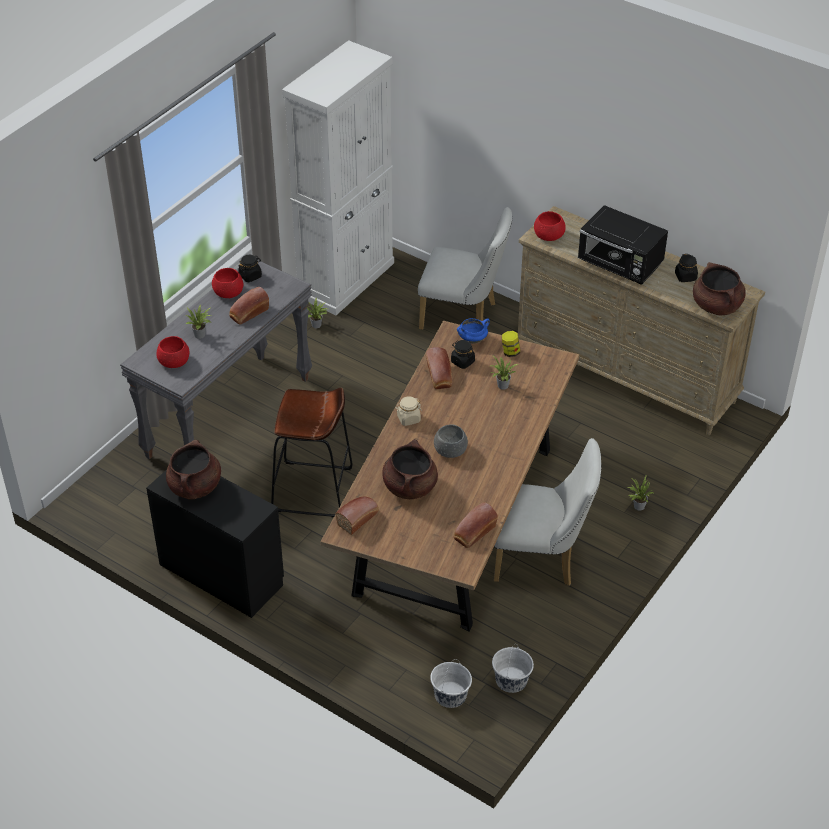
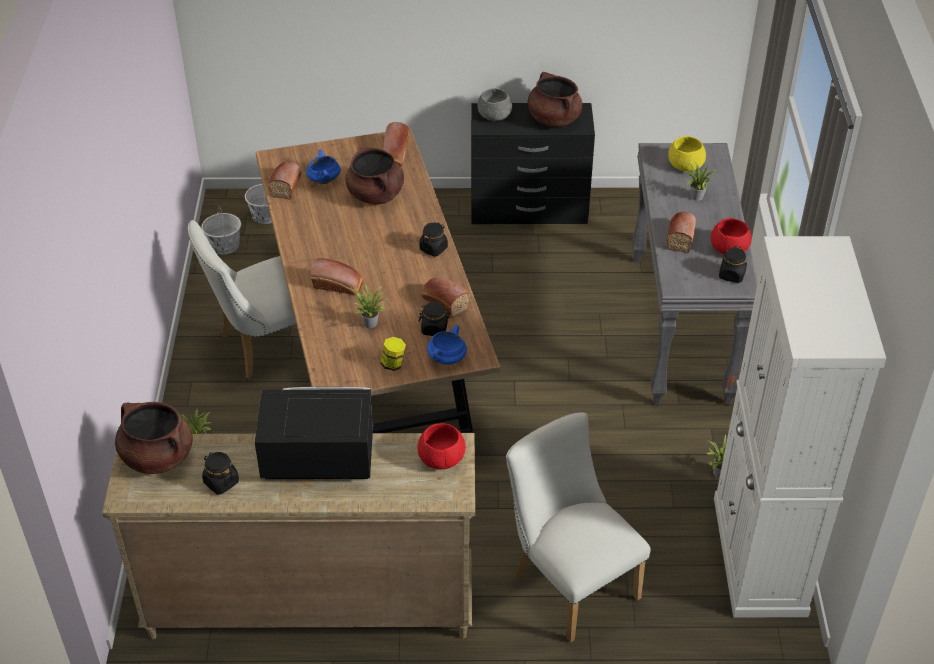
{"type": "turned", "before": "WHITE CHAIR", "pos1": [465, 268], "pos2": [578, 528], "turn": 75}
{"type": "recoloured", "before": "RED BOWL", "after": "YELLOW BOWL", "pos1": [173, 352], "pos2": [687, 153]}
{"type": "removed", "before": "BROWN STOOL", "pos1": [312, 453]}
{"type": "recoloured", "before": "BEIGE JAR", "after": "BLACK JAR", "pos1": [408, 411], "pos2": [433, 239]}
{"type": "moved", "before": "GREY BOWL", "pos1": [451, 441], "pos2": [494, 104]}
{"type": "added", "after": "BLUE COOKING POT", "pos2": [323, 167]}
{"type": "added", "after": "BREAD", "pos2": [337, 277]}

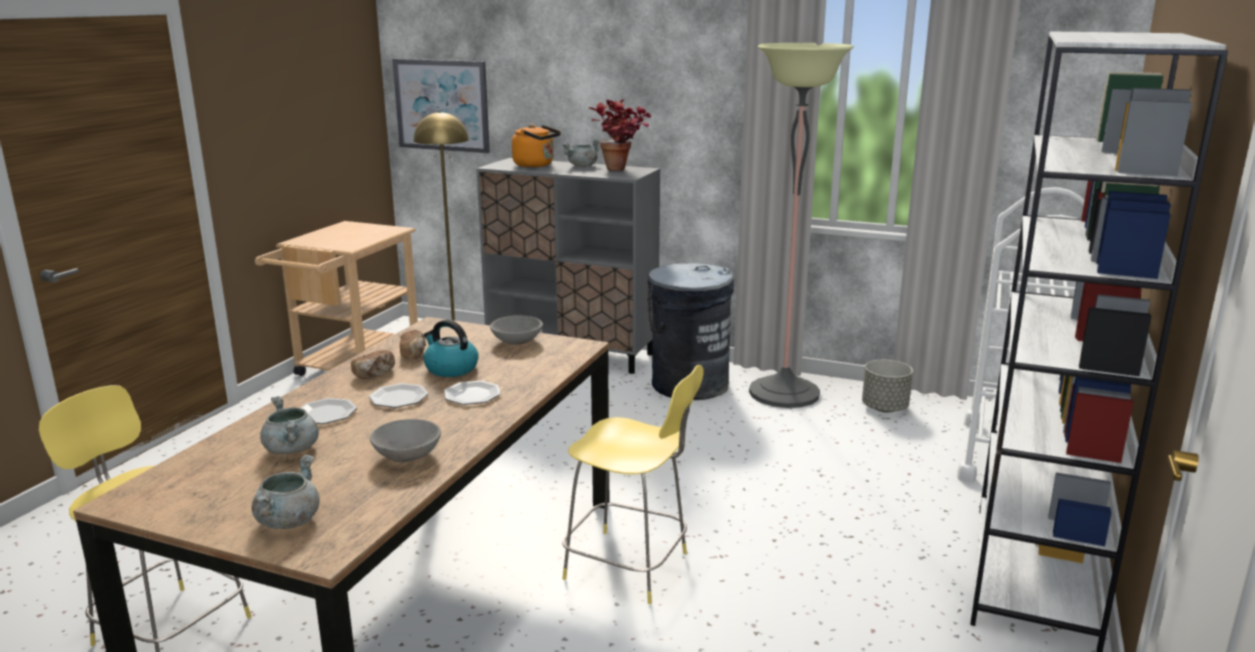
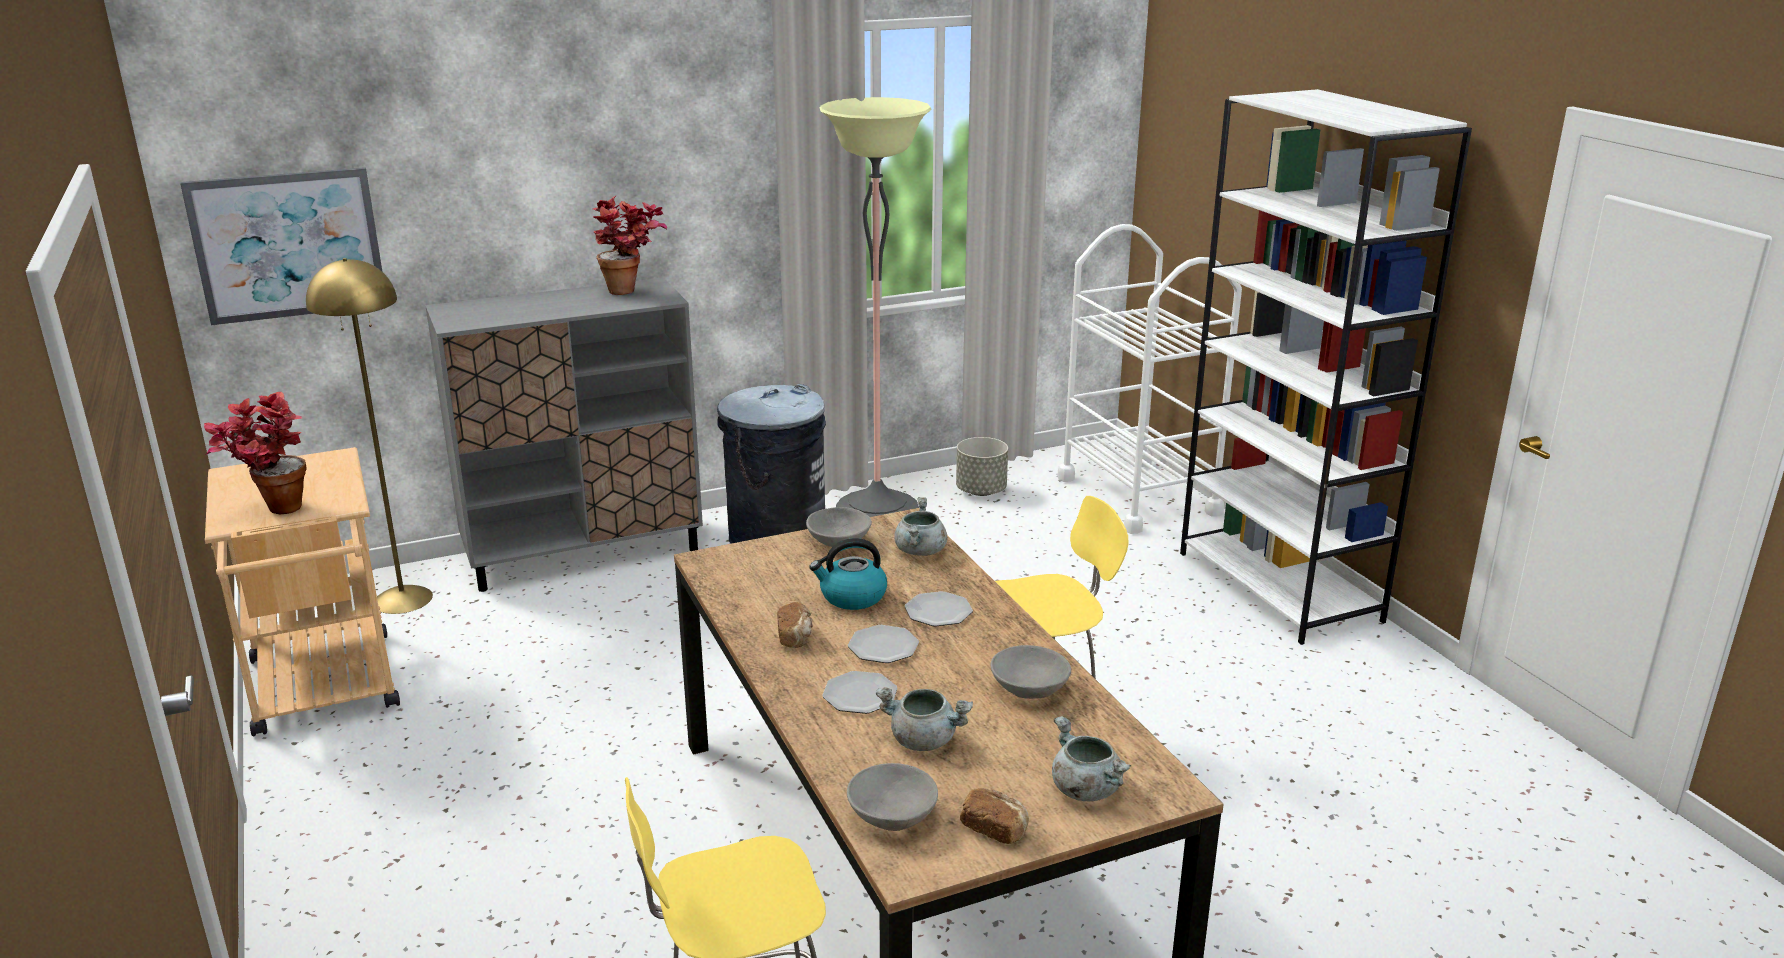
{"type": "removed", "before": "ORANGE KETTLE", "pos1": [536, 146]}
{"type": "moved", "before": "GREY COOKING POT", "pos1": [581, 153], "pos2": [920, 526]}
{"type": "moved", "before": "BREAD", "pos1": [413, 344], "pos2": [994, 816]}
{"type": "added", "after": "POTTED PLANT", "pos2": [255, 453]}
{"type": "added", "after": "GREY BOWL", "pos2": [892, 797]}

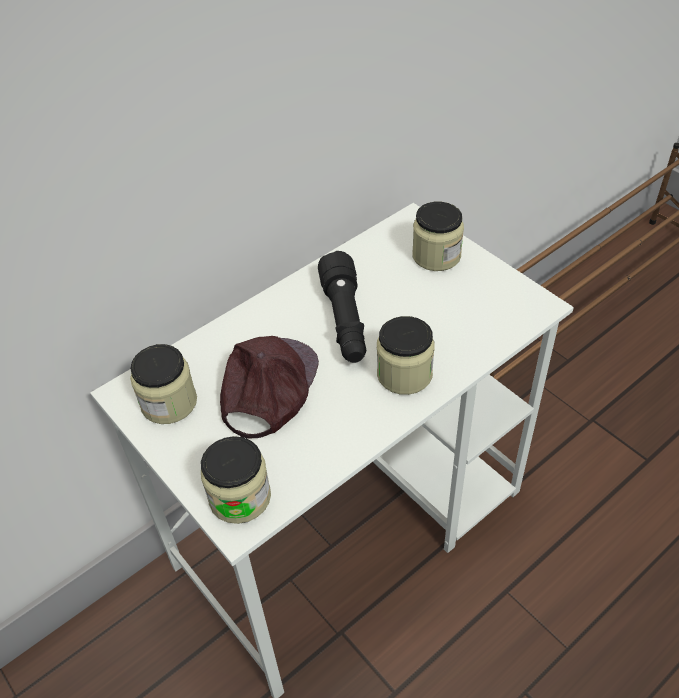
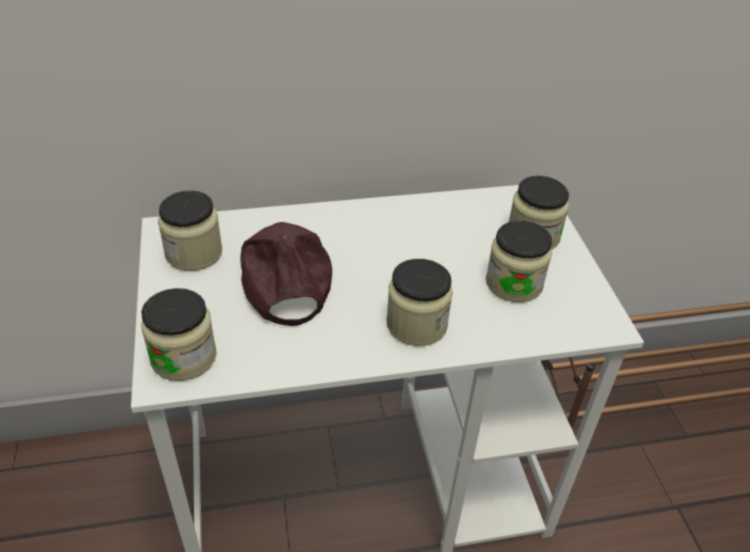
{"type": "removed", "before": "BLACK FLASHLIGHT", "pos1": [342, 307]}
{"type": "turned", "before": "BROWN CAP", "pos1": [269, 387], "pos2": [286, 274], "turn": -60}
{"type": "added", "after": "JAR", "pos2": [519, 261]}

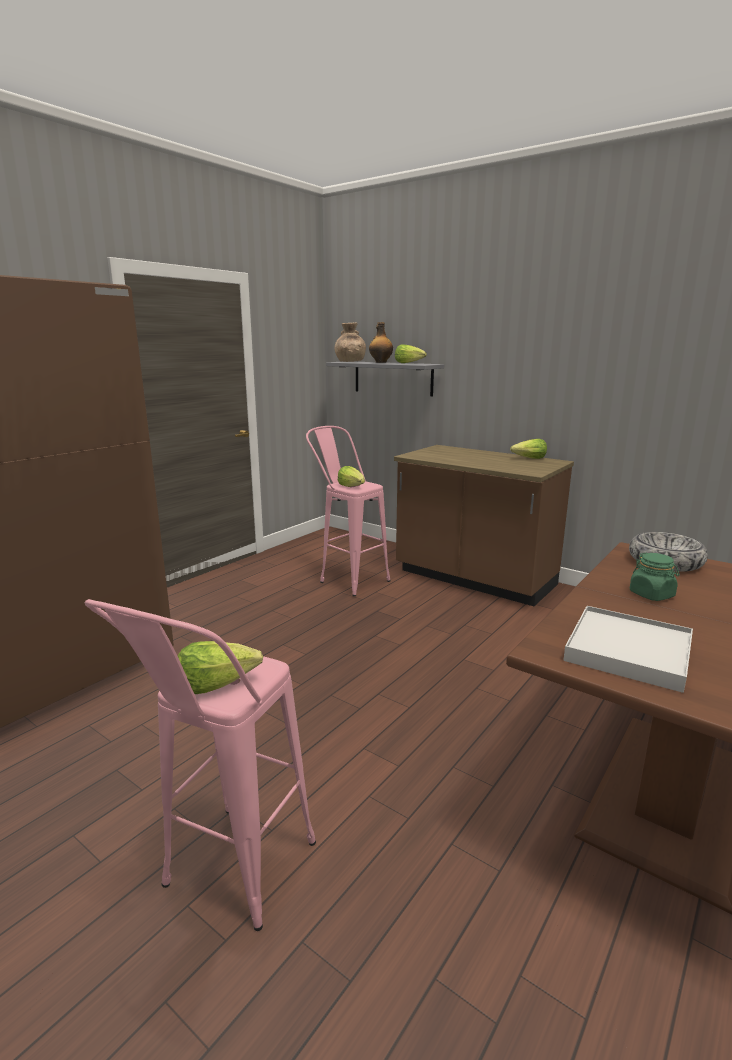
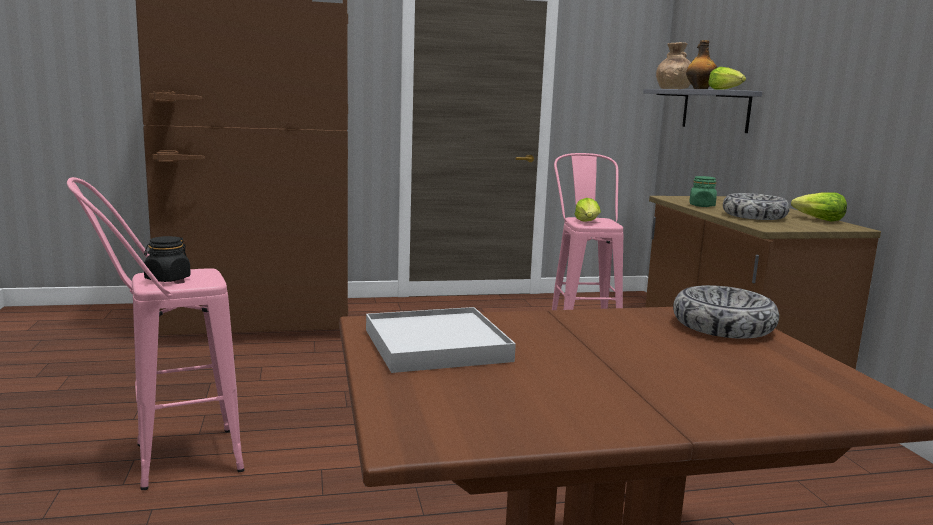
{"type": "moved", "before": "GREEN JAR", "pos1": [655, 576], "pos2": [703, 191]}
{"type": "replaced", "before": "LETTUCE", "after": "BLACK JAR", "pos1": [220, 667], "pos2": [167, 259]}
{"type": "added", "after": "BOWL", "pos2": [756, 206]}

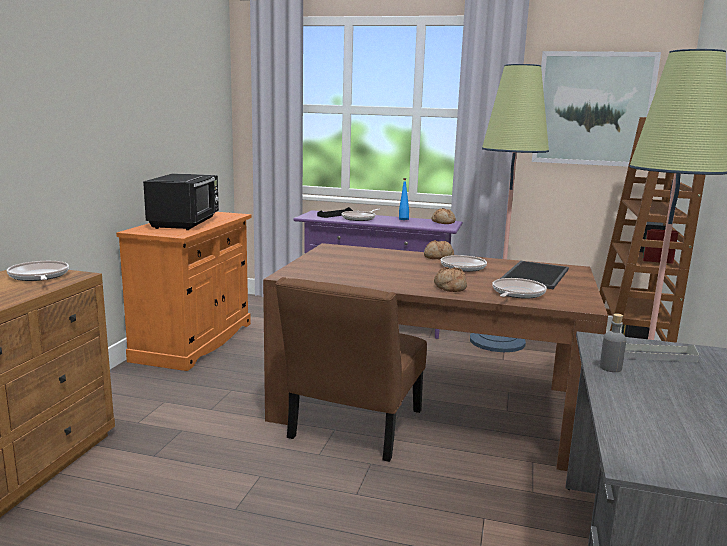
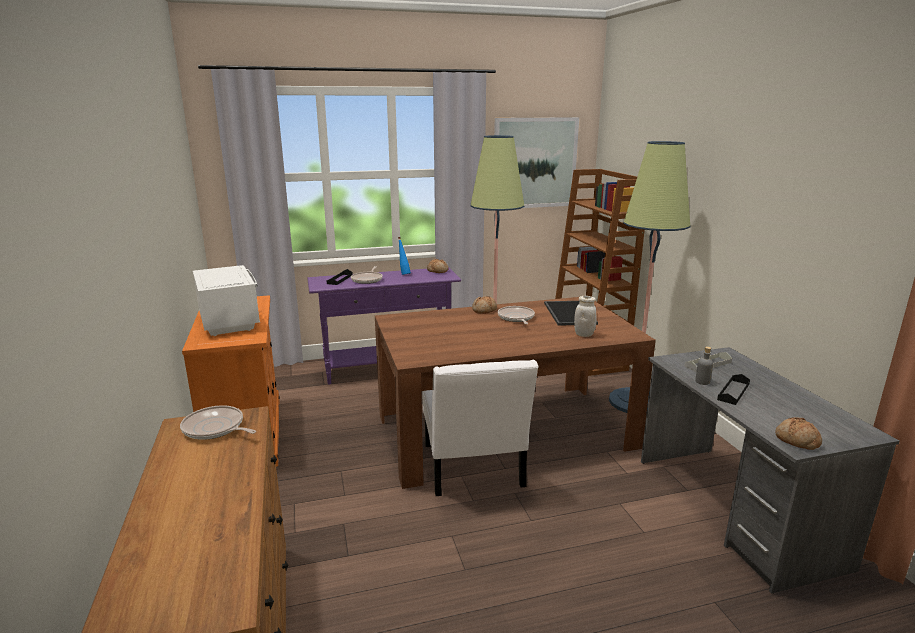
{"type": "recoloured", "before": "BLACK MICROWAVE", "after": "WHITE MICROWAVE", "pos1": [181, 201], "pos2": [226, 300]}
{"type": "moved", "before": "BREAD", "pos1": [450, 279], "pos2": [798, 433]}
{"type": "recoloured", "before": "BROWN CHAIR", "after": "WHITE CHAIR", "pos1": [351, 369], "pos2": [480, 428]}
{"type": "replaced", "before": "FRYING PAN", "after": "WHITE JAR", "pos1": [519, 288], "pos2": [585, 316]}
{"type": "added", "after": "BLACK TRAY", "pos2": [733, 389]}

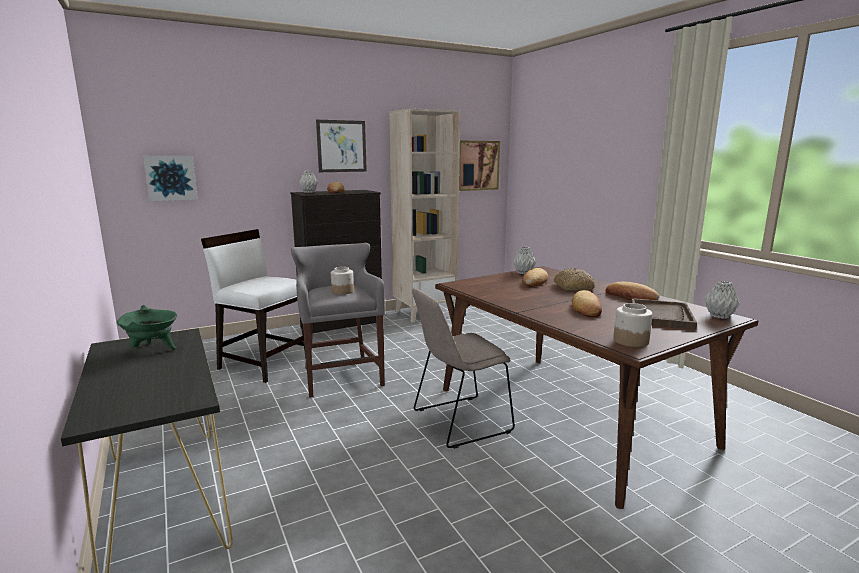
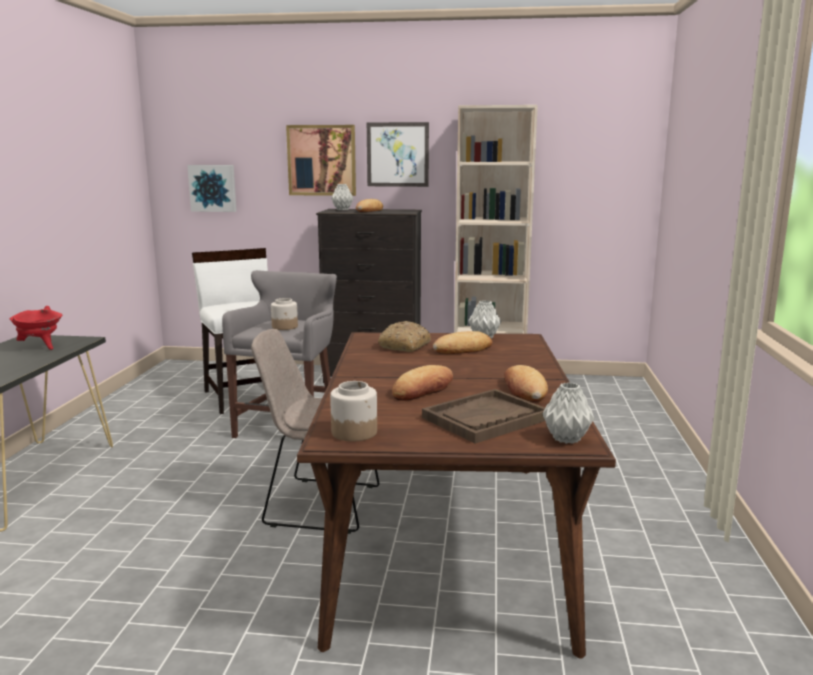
{"type": "moved", "before": "PICTURE", "pos1": [479, 166], "pos2": [321, 160]}
{"type": "moved", "before": "BREAD", "pos1": [574, 279], "pos2": [404, 336]}
{"type": "recoloured", "before": "GREEN COOKING POT", "after": "RED COOKING POT", "pos1": [147, 327], "pos2": [35, 328]}

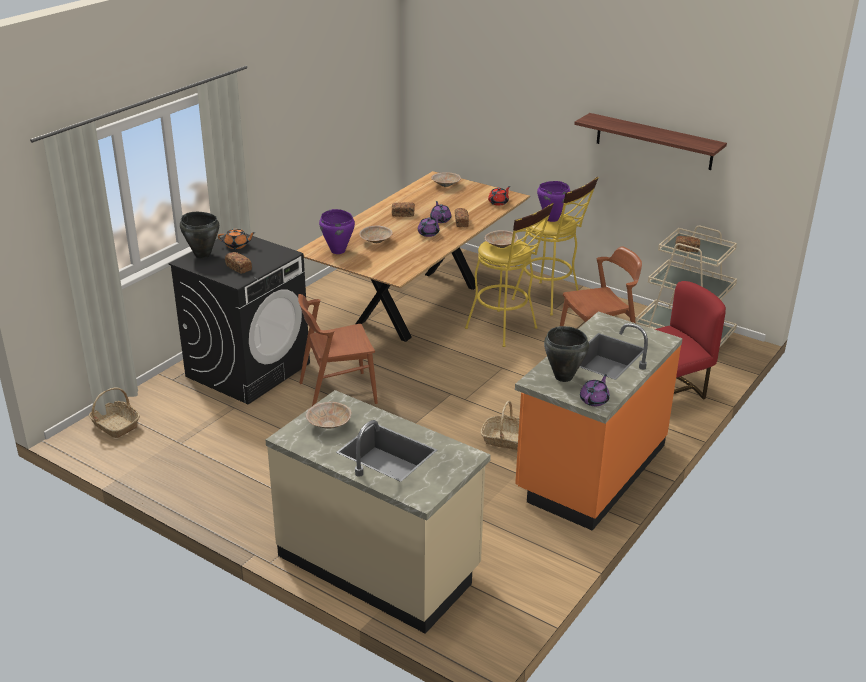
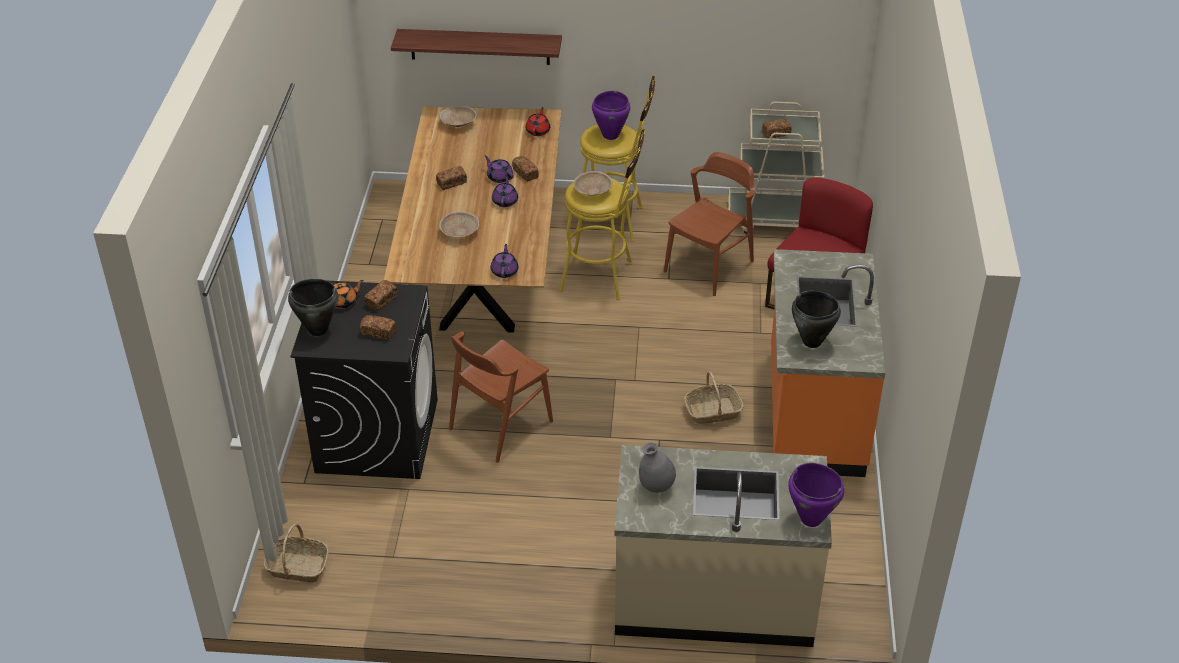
{"type": "moved", "before": "SHELF", "pos1": [650, 141], "pos2": [476, 47]}
{"type": "moved", "before": "PURPLE COOKING POT", "pos1": [337, 231], "pos2": [816, 495]}
{"type": "moved", "before": "PURPLE TEAPOT", "pos1": [595, 390], "pos2": [504, 261]}
{"type": "replaced", "before": "BEIGE BOWL", "after": "GREY VASE", "pos1": [328, 415], "pos2": [657, 468]}
{"type": "added", "after": "BREAD", "pos2": [380, 296]}

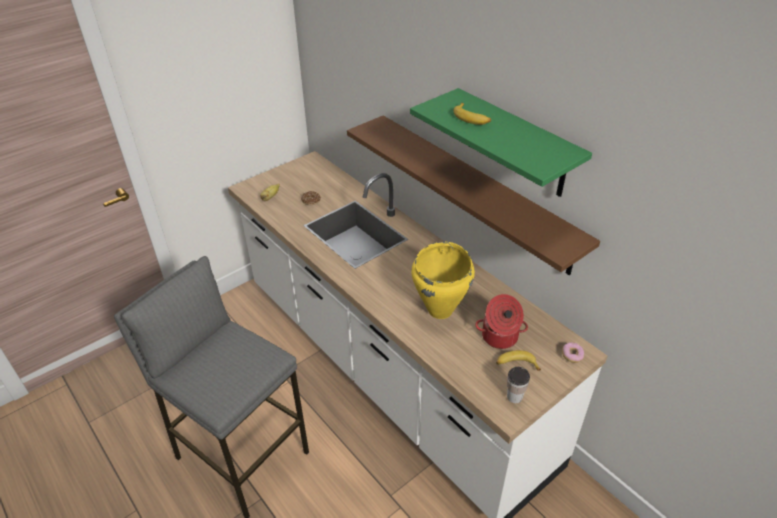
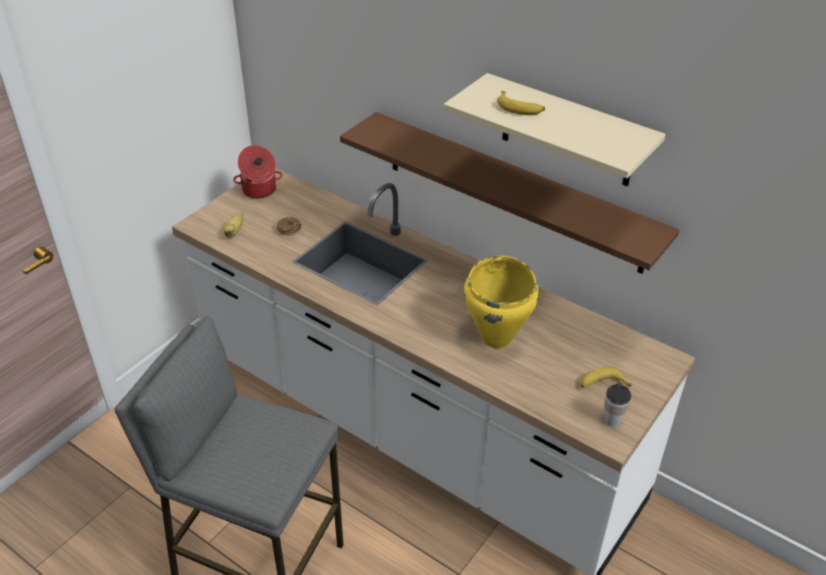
{"type": "recoloured", "before": "GREEN SHELF", "after": "BEIGE SHELF", "pos1": [501, 142], "pos2": [554, 129]}
{"type": "moved", "before": "COOKING POT", "pos1": [501, 321], "pos2": [258, 172]}
{"type": "removed", "before": "DONUT", "pos1": [573, 352]}

